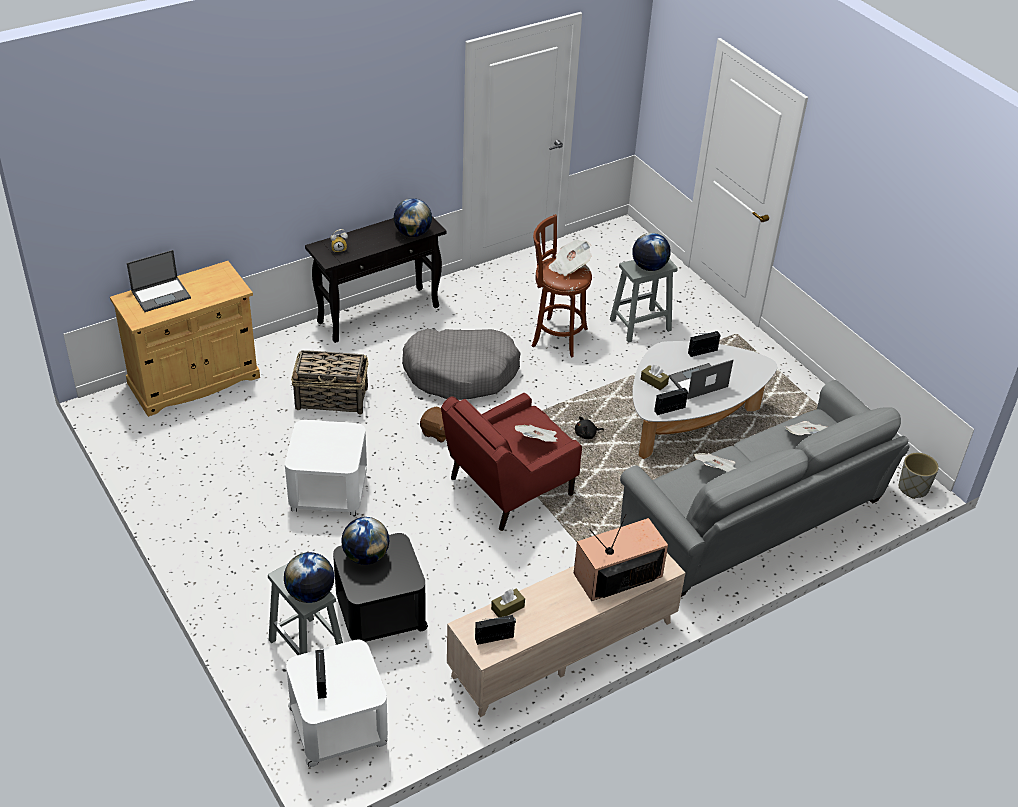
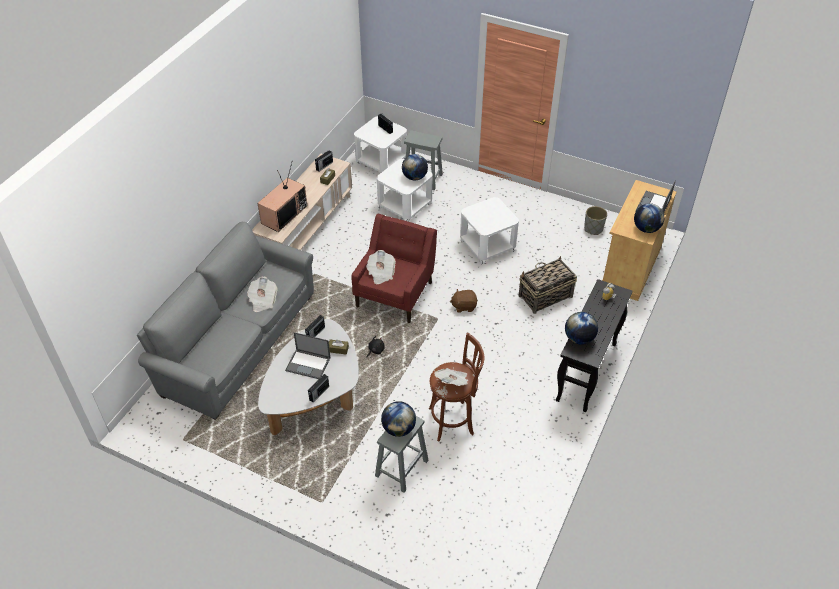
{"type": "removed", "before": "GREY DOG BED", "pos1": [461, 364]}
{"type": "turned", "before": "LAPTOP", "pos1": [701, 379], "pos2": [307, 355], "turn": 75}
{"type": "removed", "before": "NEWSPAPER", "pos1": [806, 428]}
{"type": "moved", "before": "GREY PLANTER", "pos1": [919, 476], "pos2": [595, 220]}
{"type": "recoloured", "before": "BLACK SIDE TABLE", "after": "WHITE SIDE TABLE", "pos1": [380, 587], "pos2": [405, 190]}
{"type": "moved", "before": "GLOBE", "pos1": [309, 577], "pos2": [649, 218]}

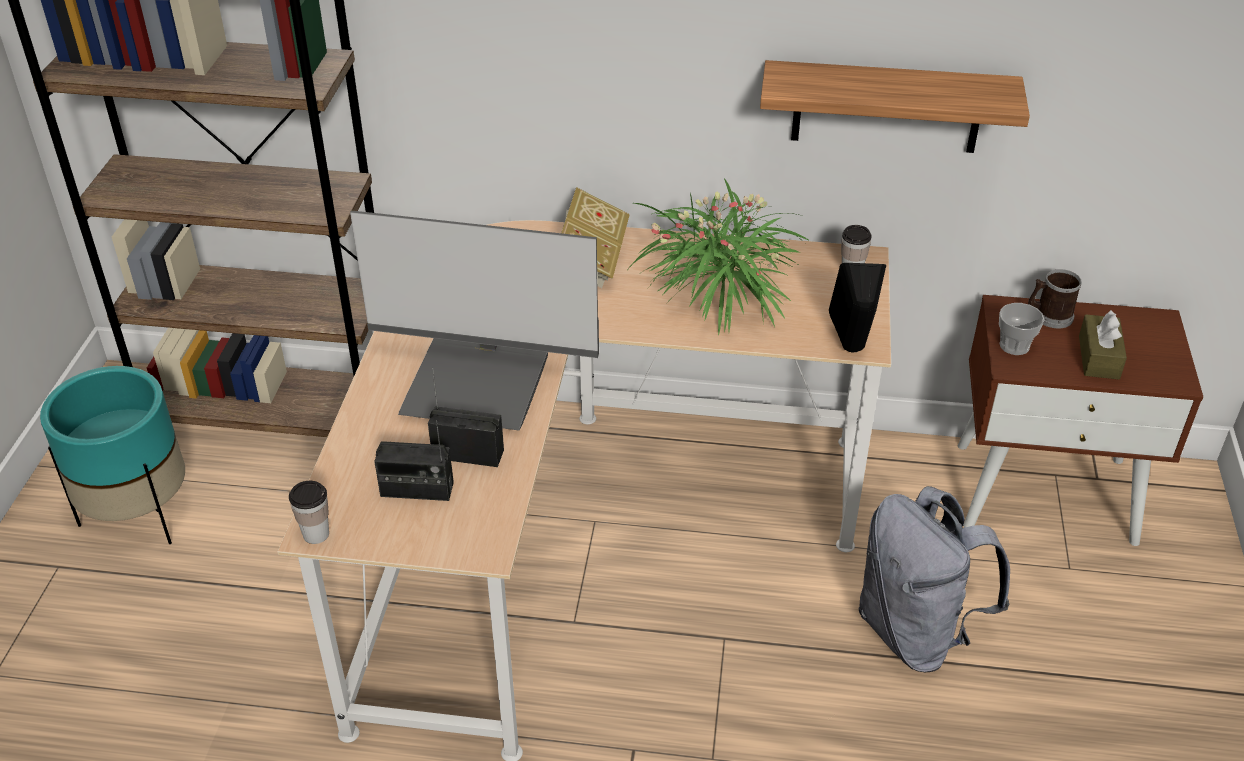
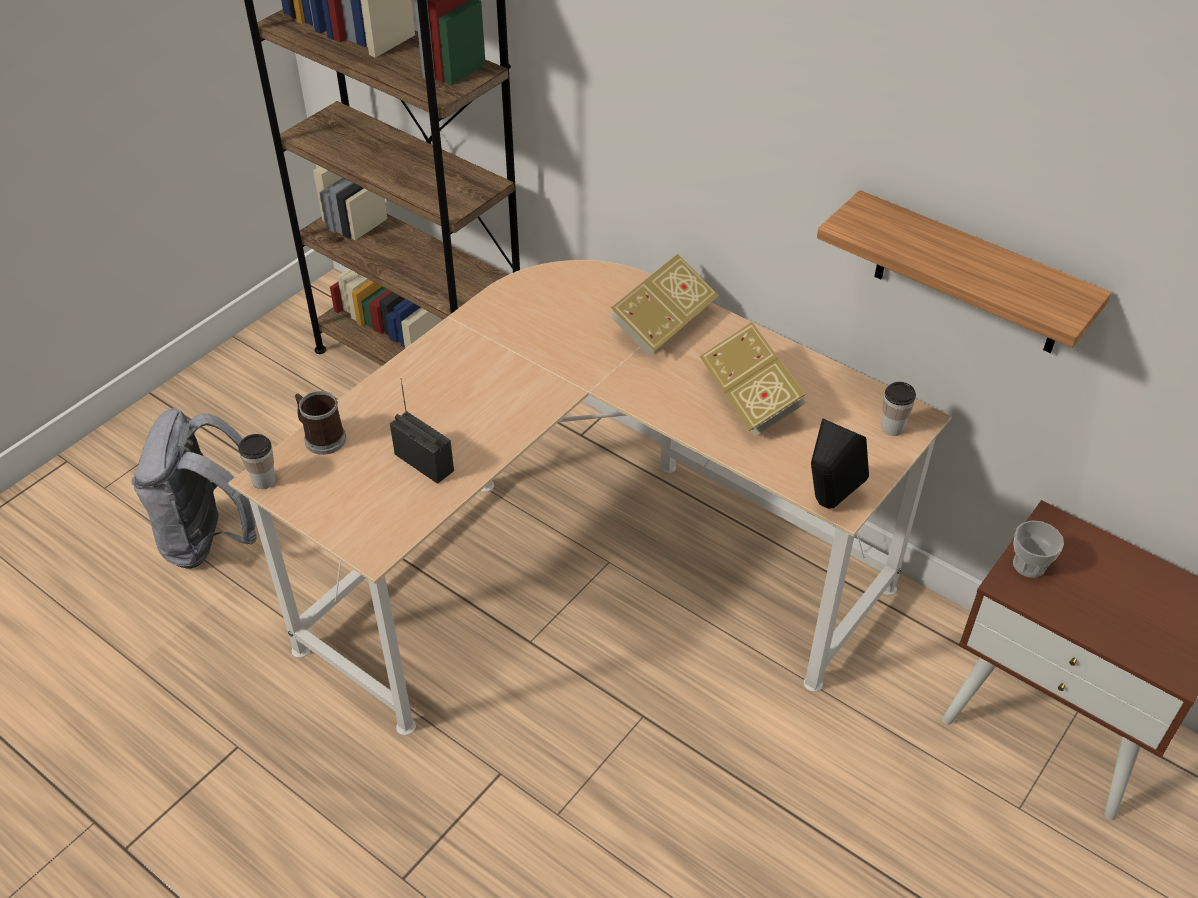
{"type": "replaced", "before": "POTTED PLANT", "after": "BOOK", "pos1": [719, 257], "pos2": [753, 379]}
{"type": "removed", "before": "MONITOR", "pos1": [474, 320]}
{"type": "moved", "before": "MUG", "pos1": [1055, 298], "pos2": [320, 423]}
{"type": "removed", "before": "BROWN TISSUE BOX", "pos1": [1103, 345]}
{"type": "removed", "before": "TURQUOISE PLANTER", "pos1": [112, 455]}
{"type": "removed", "before": "RADIO", "pos1": [414, 460]}
{"type": "moved", "before": "GREY BACKPACK", "pos1": [934, 579], "pos2": [194, 488]}

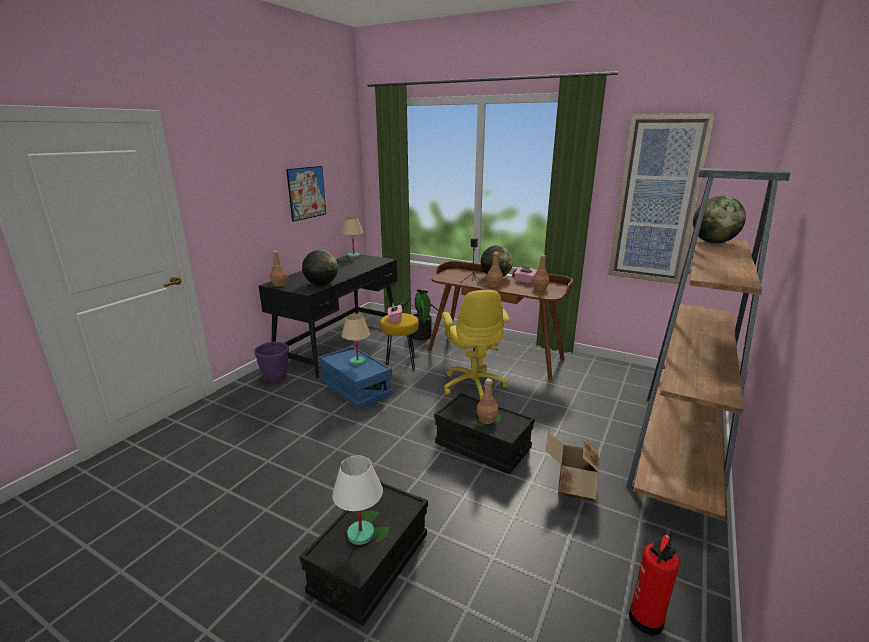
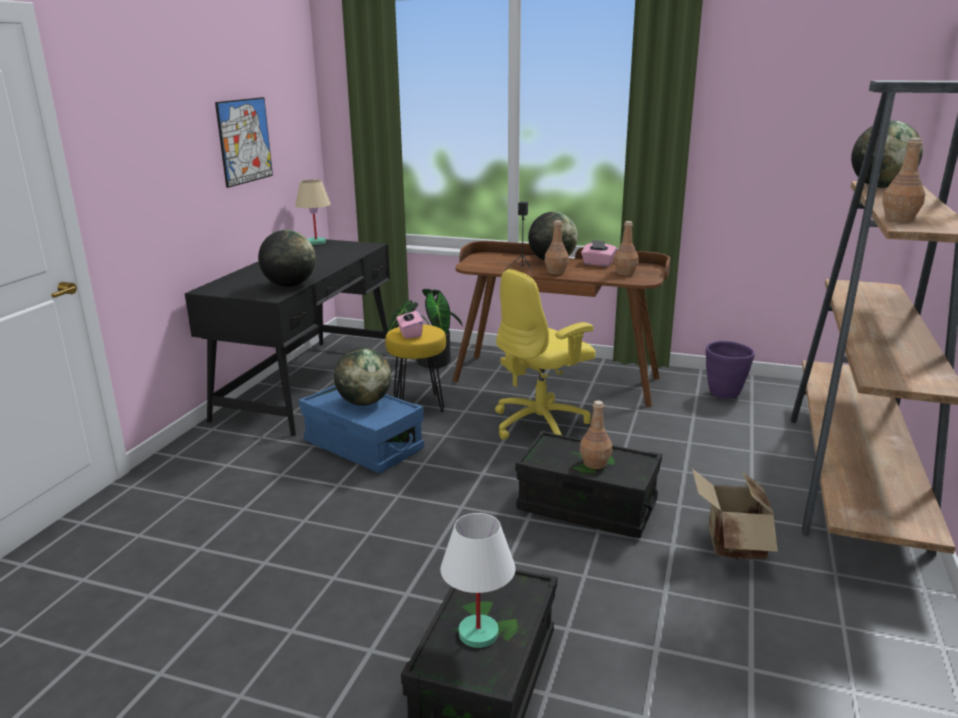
{"type": "removed", "before": "PICTURE", "pos1": [662, 198]}
{"type": "moved", "before": "BROWN BOTTLE", "pos1": [278, 268], "pos2": [903, 180]}
{"type": "turned", "before": "YELLOW OFFICE CHAIR", "pos1": [476, 345], "pos2": [545, 354], "turn": 75}
{"type": "replaced", "before": "BEIGE TABLE LAMP", "after": "GLOBE", "pos1": [356, 340], "pos2": [362, 376]}
{"type": "moved", "before": "PURPLE PLANTER", "pos1": [271, 362], "pos2": [730, 370]}
{"type": "removed", "before": "FIRE EXTINGUISHER", "pos1": [654, 582]}

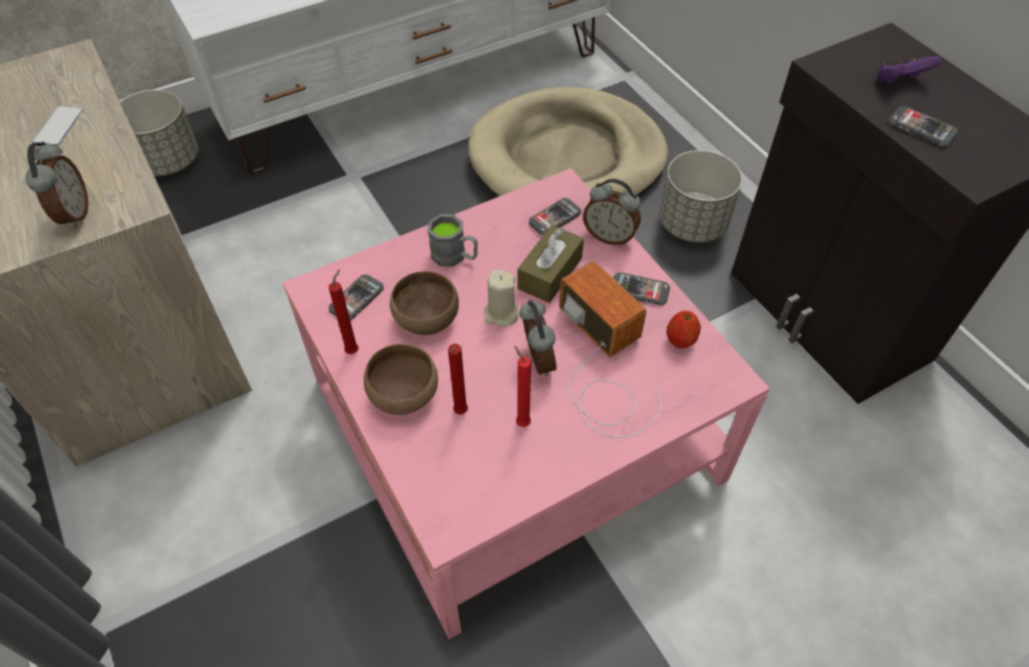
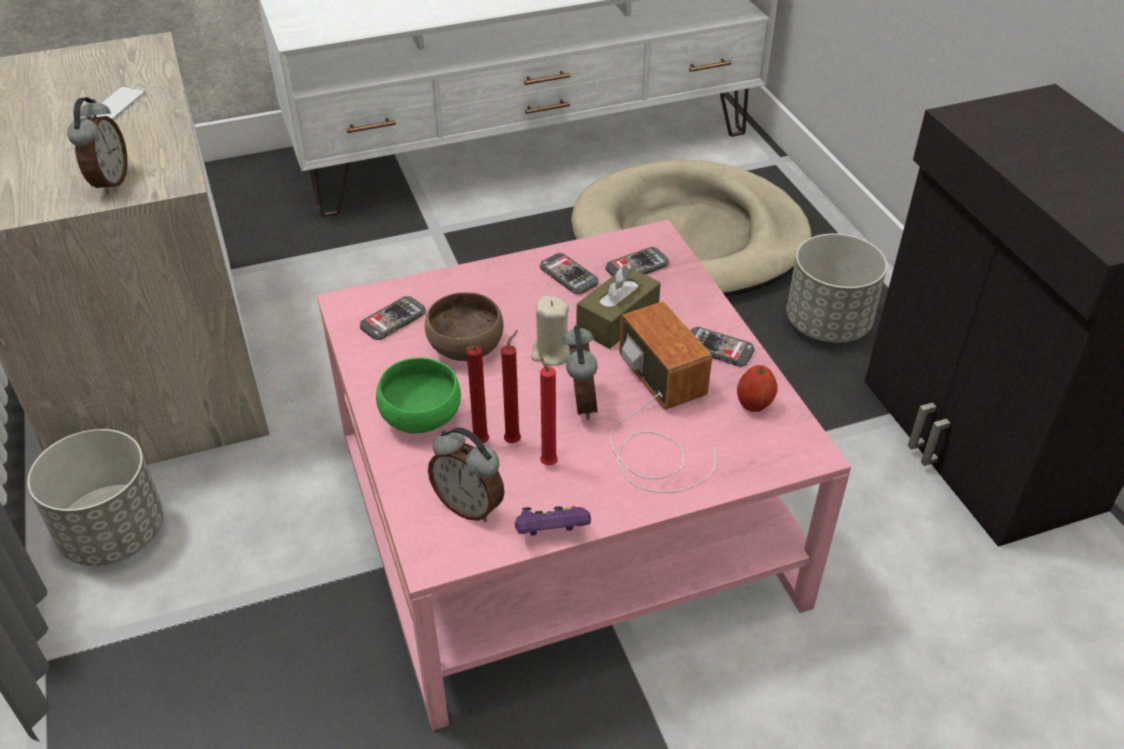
{"type": "moved", "before": "PURPLE GAME CONTROLLER", "pos1": [909, 70], "pos2": [553, 521]}
{"type": "moved", "before": "GREY PLANTER", "pos1": [159, 133], "pos2": [95, 497]}
{"type": "moved", "before": "PHONE", "pos1": [923, 126], "pos2": [569, 273]}
{"type": "moved", "before": "ALARM CLOCK", "pos1": [612, 212], "pos2": [466, 474]}
{"type": "removed", "before": "GREY MUG", "pos1": [453, 240]}
{"type": "moved", "before": "RED CANDLE", "pos1": [344, 311], "pos2": [511, 386]}
{"type": "recoloured", "before": "BROWN BOWL", "after": "GREEN BOWL", "pos1": [401, 379], "pos2": [418, 395]}

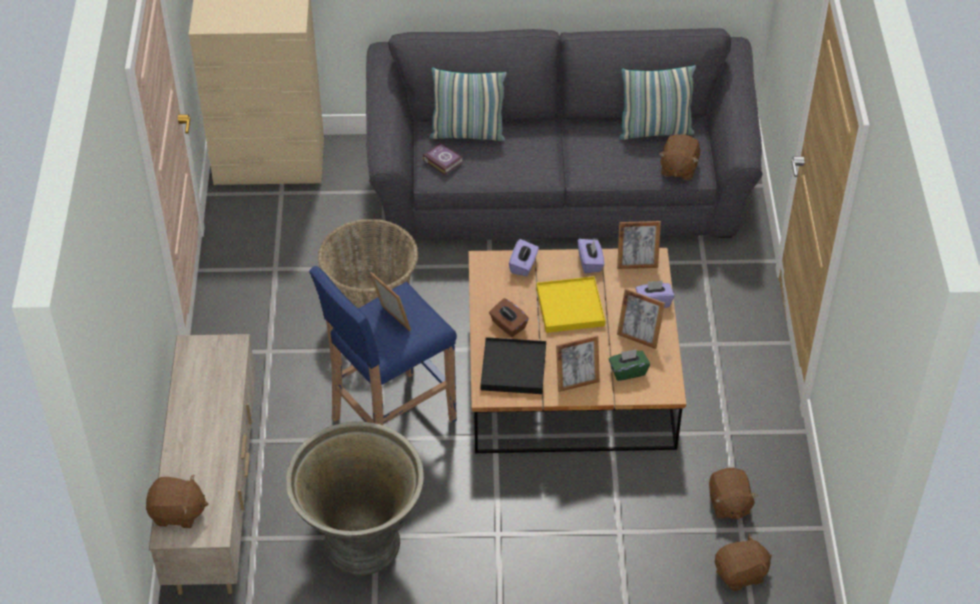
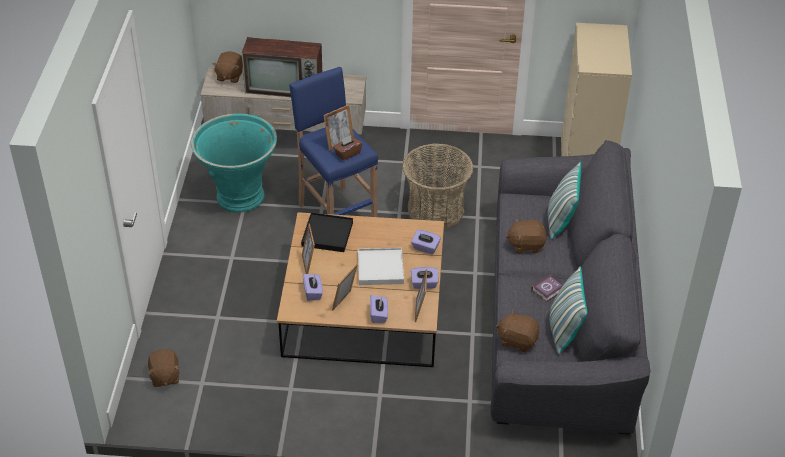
{"type": "moved", "before": "BOOK", "pos1": [443, 159], "pos2": [547, 288]}
{"type": "recoloured", "before": "YELLOW TRAY", "after": "WHITE TRAY", "pos1": [570, 304], "pos2": [381, 266]}
{"type": "moved", "before": "BROWN TISSUE BOX", "pos1": [509, 317], "pos2": [347, 148]}
{"type": "recoloured", "before": "GREEN TISSUE BOX", "after": "PURPLE TISSUE BOX", "pos1": [629, 365], "pos2": [313, 287]}
{"type": "recoloured", "before": "GREY PLANTER", "after": "TURQUOISE PLANTER", "pos1": [355, 499], "pos2": [234, 163]}
{"type": "moved", "before": "BROWN PLUSH TOY", "pos1": [733, 494], "pos2": [526, 235]}
{"type": "added", "after": "TELEVISION", "pos2": [282, 67]}

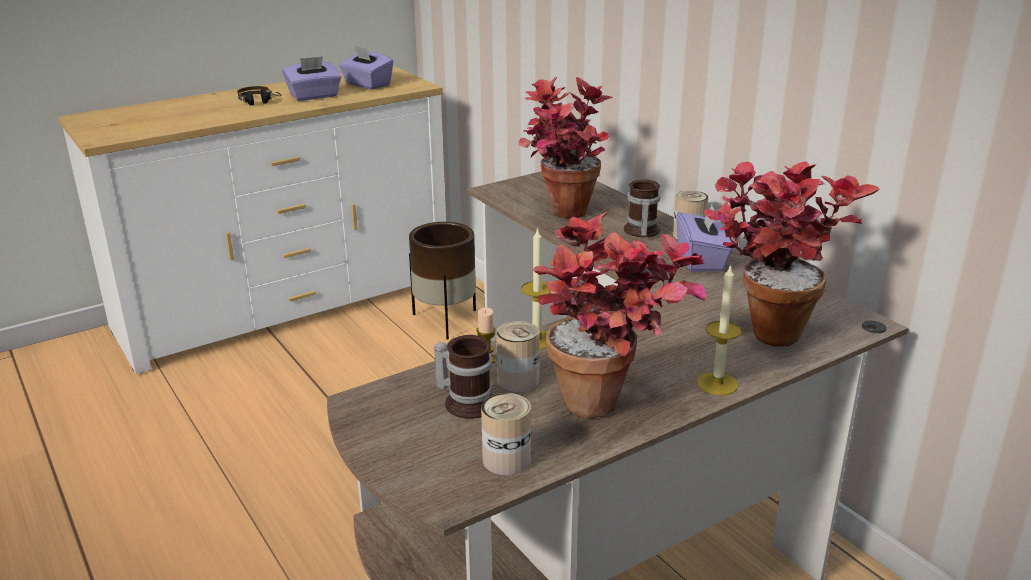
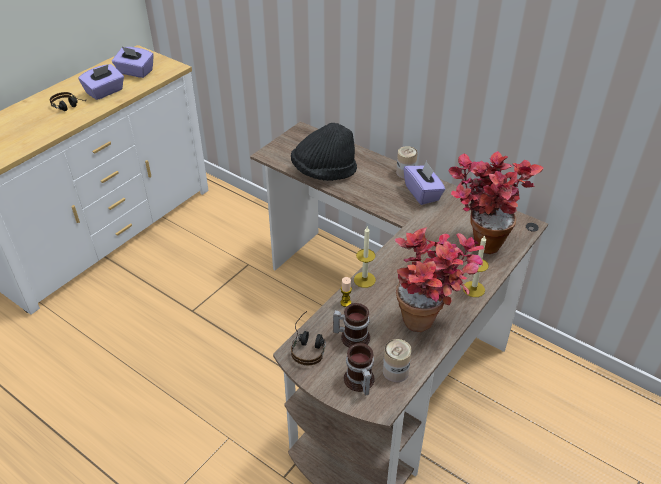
{"type": "replaced", "before": "POTTED PLANT", "after": "BLACK HAT", "pos1": [565, 147], "pos2": [324, 152]}
{"type": "moved", "before": "MUG", "pos1": [642, 208], "pos2": [359, 369]}
{"type": "removed", "before": "BROWN PLANTER", "pos1": [442, 280]}
{"type": "removed", "before": "CAN", "pos1": [518, 356]}
{"type": "added", "after": "HEADPHONES", "pos2": [308, 338]}

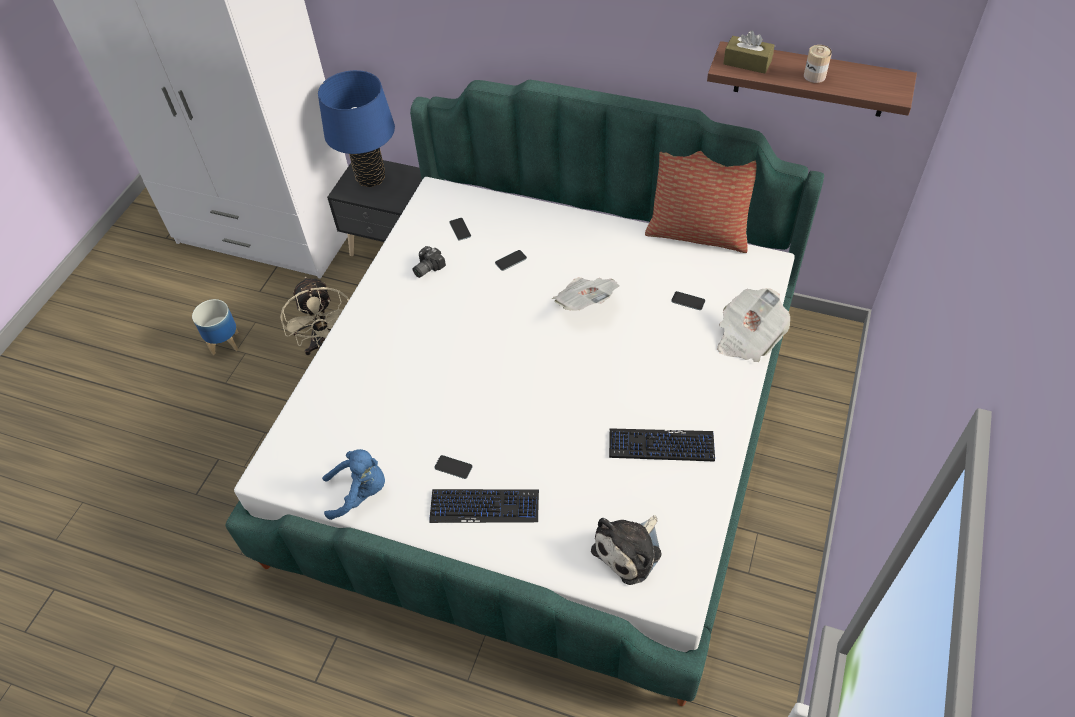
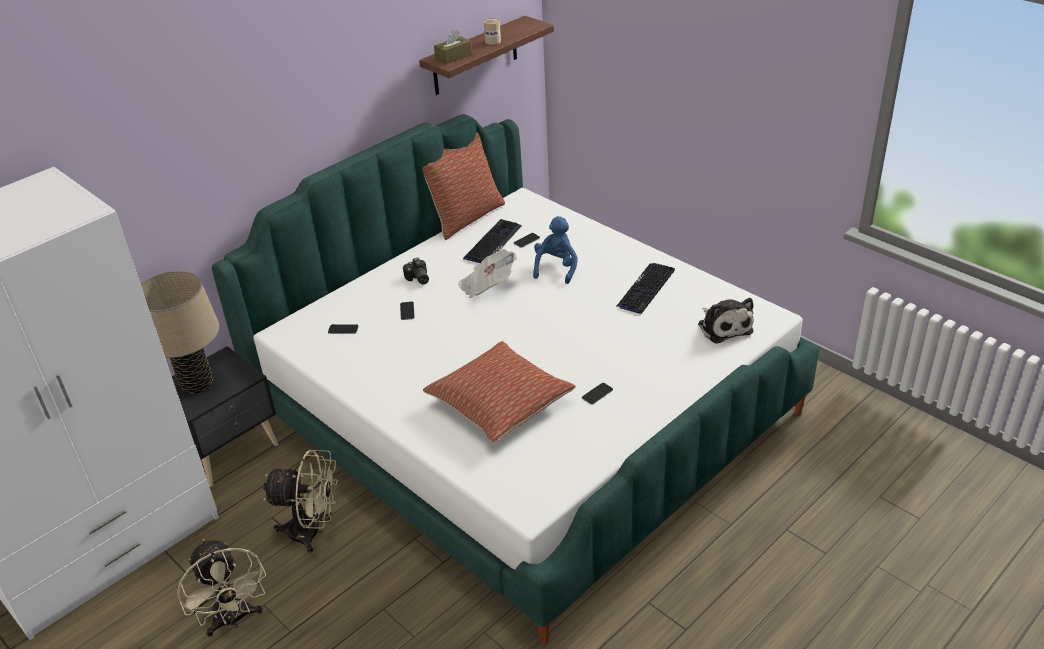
{"type": "recoloured", "before": "BLUE TABLE LAMP", "after": "BEIGE TABLE LAMP", "pos1": [356, 128], "pos2": [179, 332]}
{"type": "moved", "before": "PHOTO CAMERA", "pos1": [429, 262], "pos2": [416, 270]}
{"type": "removed", "before": "NEWSPAPER", "pos1": [753, 325]}
{"type": "replaced", "before": "PLANTER", "after": "BEIGE FAN", "pos1": [215, 327], "pos2": [221, 588]}
{"type": "moved", "before": "BLUE PLUSH TOY", "pos1": [353, 484], "pos2": [555, 250]}
{"type": "moved", "before": "KEYBOARD", "pos1": [484, 506], "pos2": [492, 241]}
{"type": "added", "after": "PILLOW", "pos2": [499, 391]}

